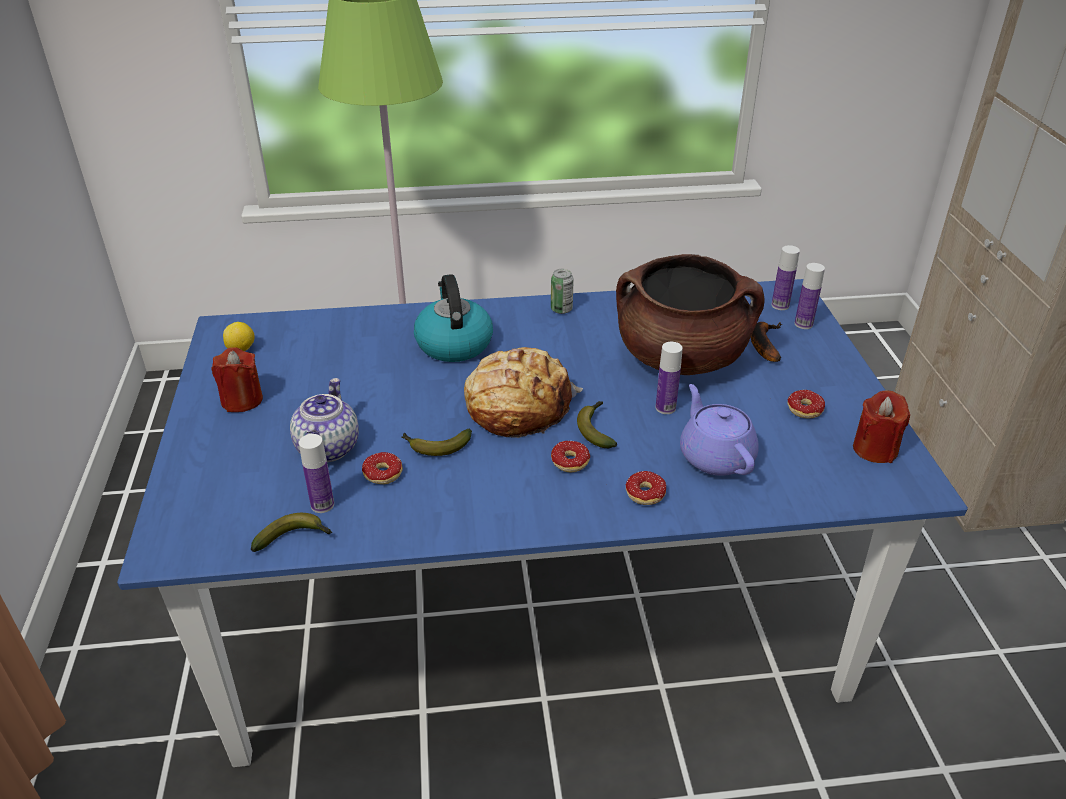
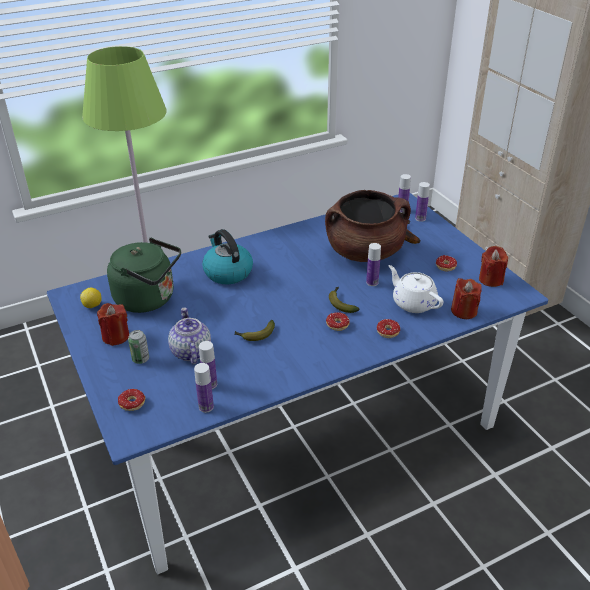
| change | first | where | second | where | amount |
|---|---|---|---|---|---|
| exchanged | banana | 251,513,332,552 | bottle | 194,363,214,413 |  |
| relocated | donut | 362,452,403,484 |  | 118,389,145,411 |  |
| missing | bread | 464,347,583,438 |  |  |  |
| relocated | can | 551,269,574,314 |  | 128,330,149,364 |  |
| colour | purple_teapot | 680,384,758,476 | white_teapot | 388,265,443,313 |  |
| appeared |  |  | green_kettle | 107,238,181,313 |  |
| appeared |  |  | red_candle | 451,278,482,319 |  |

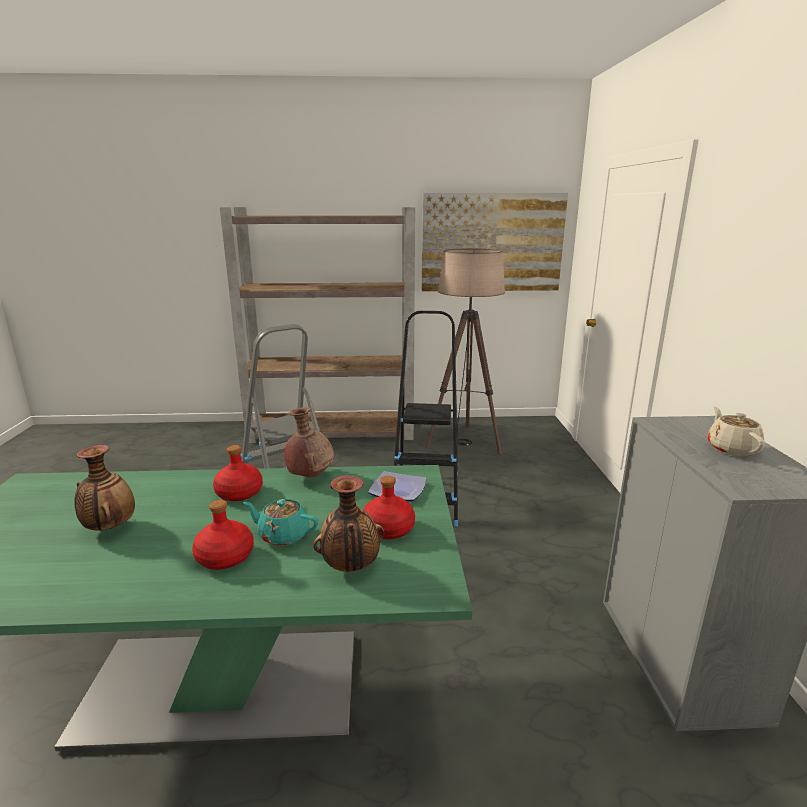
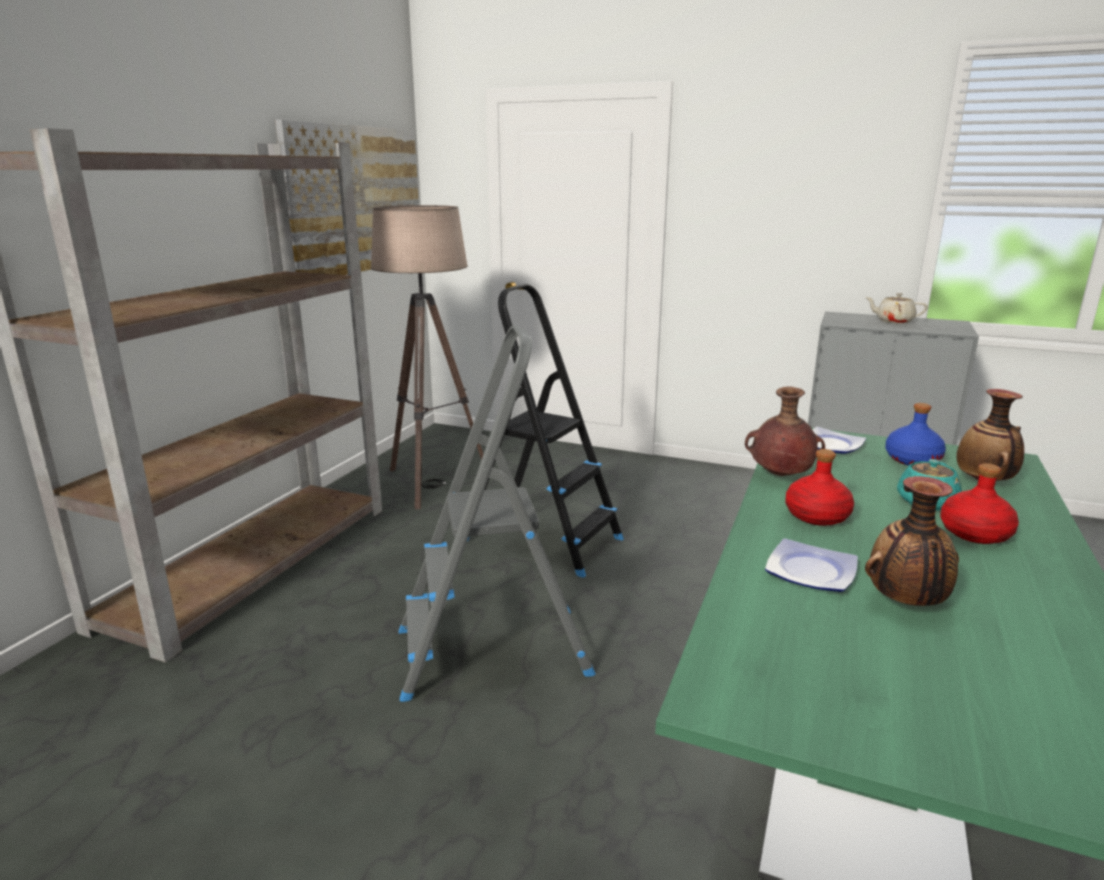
| change | first | where | second | where | amount |
|---|---|---|---|---|---|
| colour | red_bottle | 364,476,415,539 | blue_bottle | 885,403,946,465 |  |
| appeared |  |  | plate | 765,538,858,592 |  |

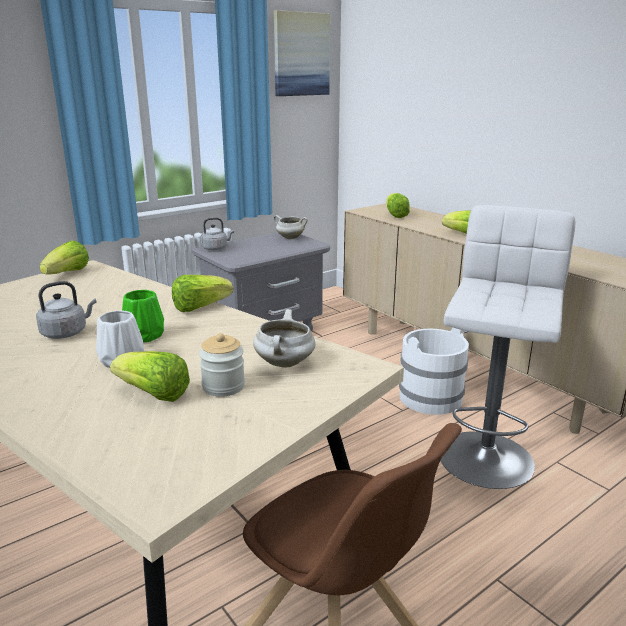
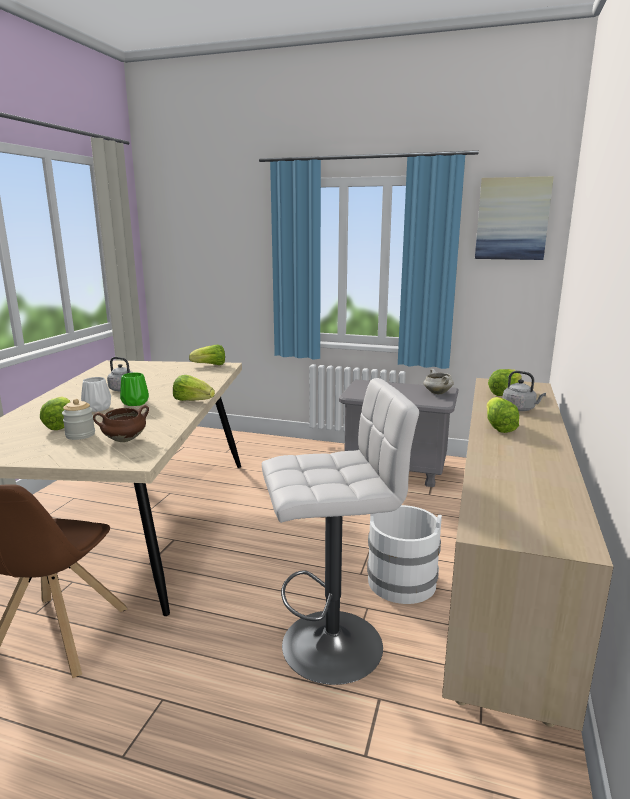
| change | first | where | second | where | amount |
|---|---|---|---|---|---|
| relocated | grey_kettle | 201,217,234,250 |  | 502,371,546,411 |  |
| colour | white_cooking_pot | 253,309,316,368 | brown_cooking_pot | 93,405,149,442 |  |

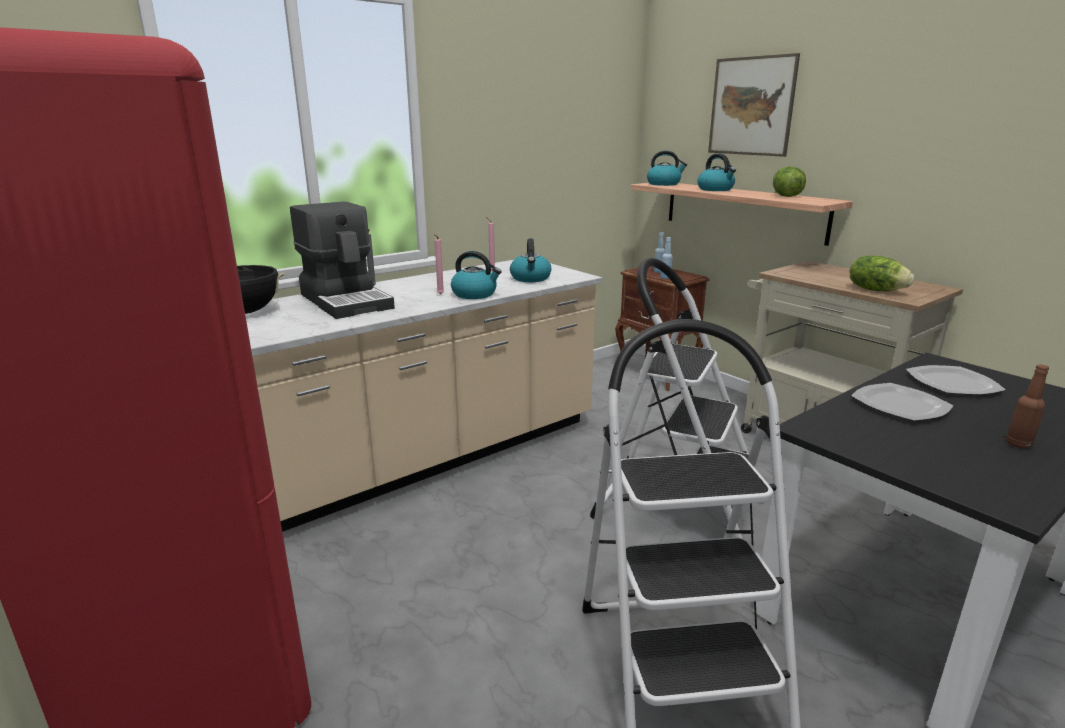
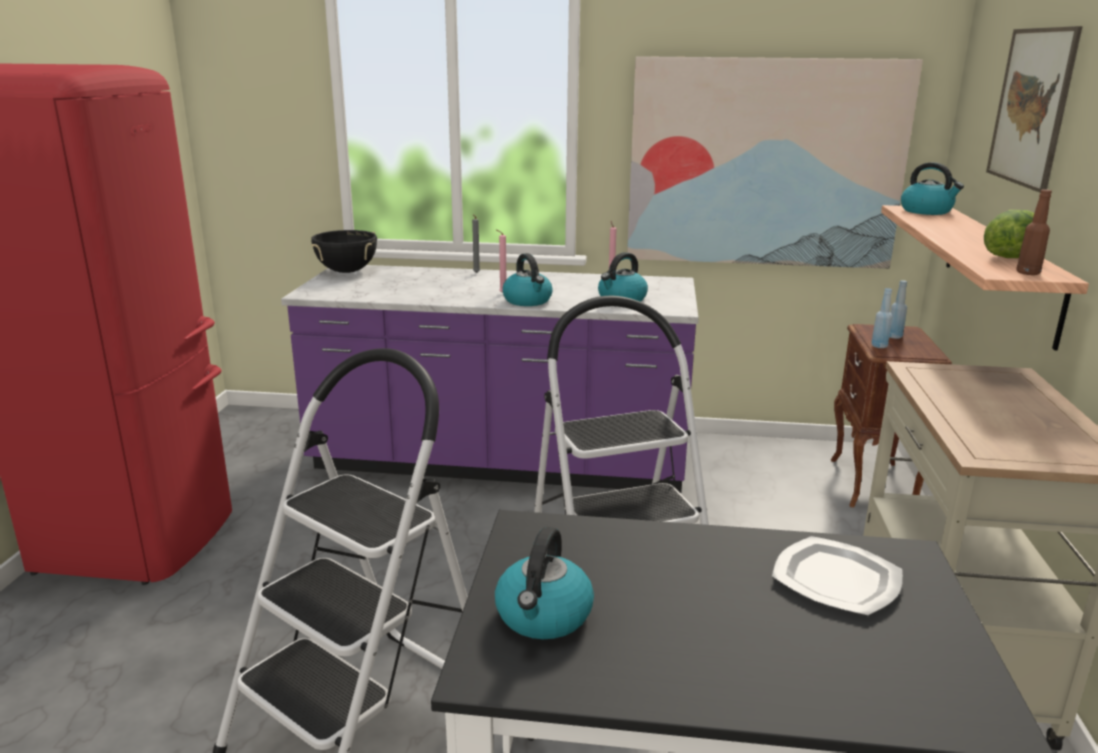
| change | first | where | second | where | amount |
|---|---|---|---|---|---|
| colour | beige_counter | 245,260,602,532 | purple_counter | 281,265,699,493 |  |
| missing | coffee_machine | 290,202,395,319 |  |  |  |
| relocated | kettle | 697,153,736,191 |  | 495,527,594,639 |  |
| missing | lettuce | 850,256,914,291 |  |  |  |
| missing | plate | 851,383,953,421 |  |  |  |
| relocated | brown_bottle | 1006,364,1049,449 |  | 1016,189,1052,275 |  |
| appeared |  |  | picture | 627,56,923,269 |  |

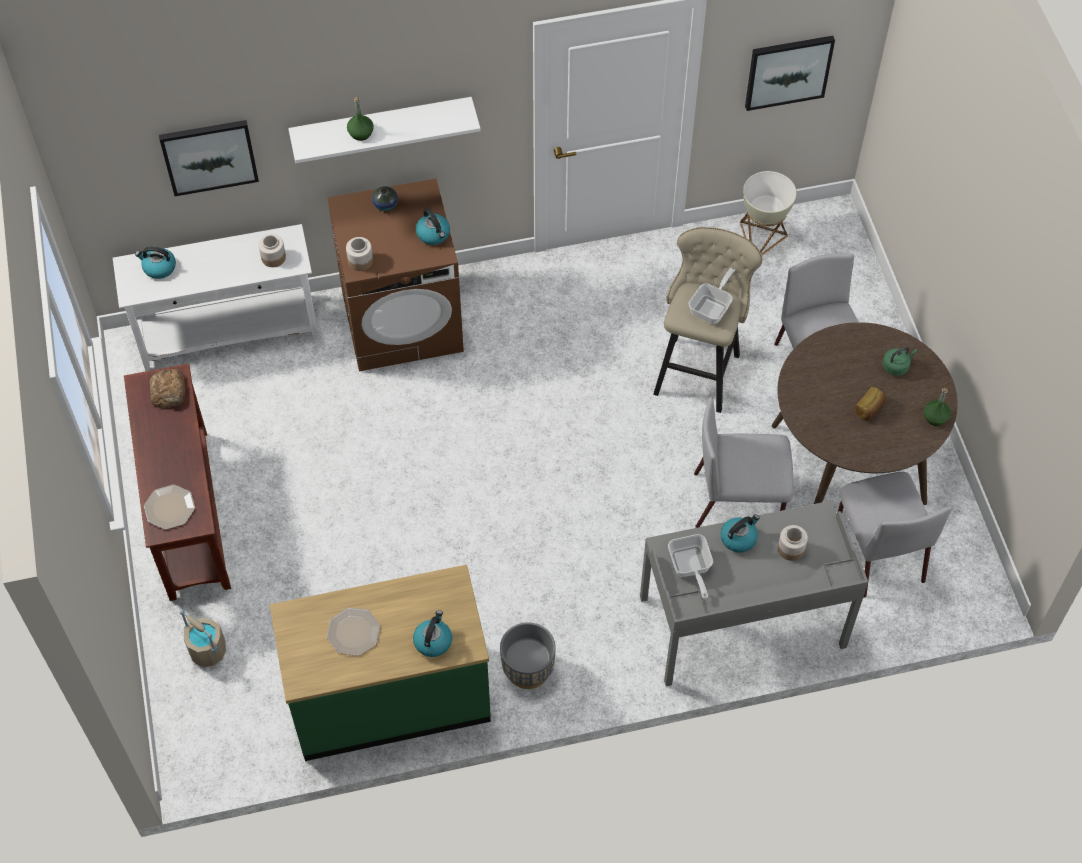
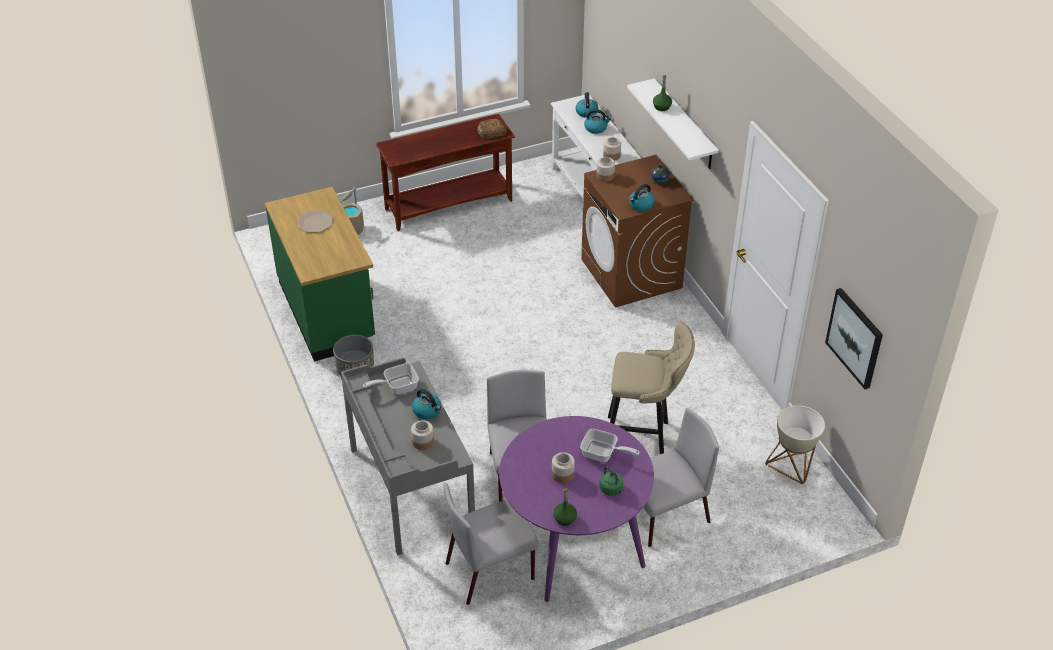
| change | first | where | second | where | amount |
|---|---|---|---|---|---|
| missing | plate | 144,485,195,530 |  |  |  |
| missing | picture | 159,120,259,196 |  |  |  |
| relocated | kettle | 413,610,452,657 |  | 584,109,611,134 |  |
| relocated | frying_pan | 689,268,735,324 |  | 580,429,640,462 |  |
| colour | brown_dining_table | 772,322,958,505 | purple_dining_table | 499,416,654,602 |  |
| exchanged | bread | 855,387,886,420 | jar | 552,452,575,483 |  |

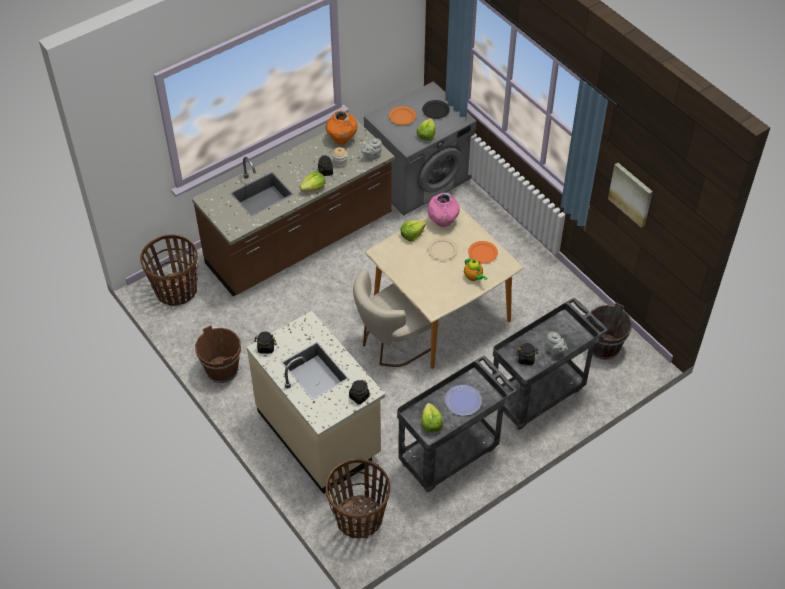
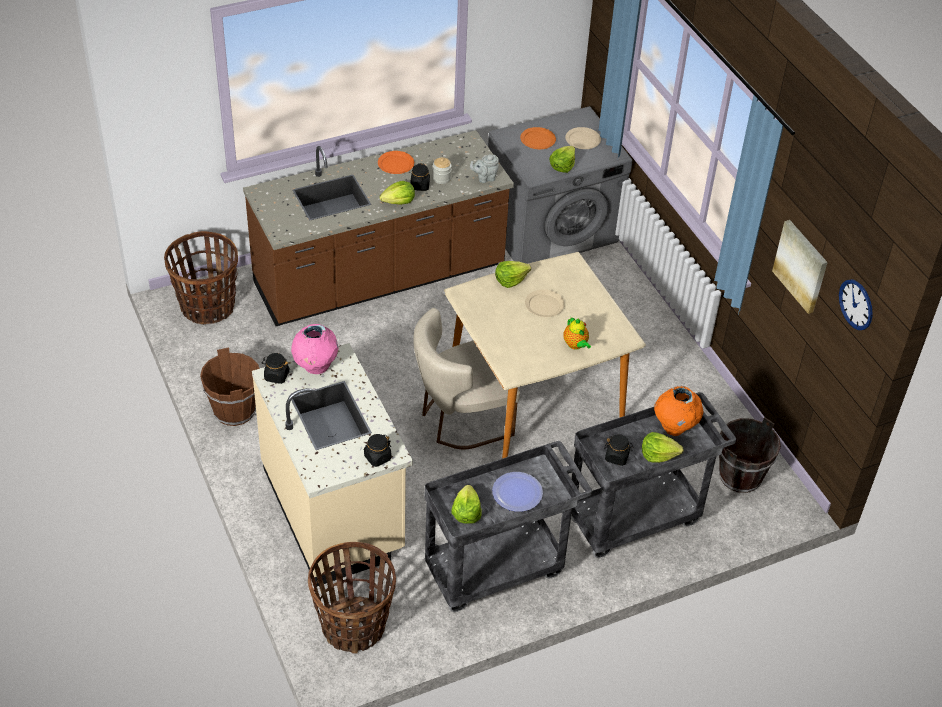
| change | first | where | second | where | amount |
|---|---|---|---|---|---|
| relocated | orange_vase | 325,111,357,145 |  | 654,386,704,436 |  |
| colour | black_plate | 422,100,450,119 | beige_plate | 565,127,601,149 |  |
| relocated | pink_vase | 427,193,460,227 |  | 291,324,338,374 |  |
| relocated | orange_plate | 468,241,498,264 |  | 378,151,414,174 |  |
| exchanged | grey_teapot | 545,332,568,356 | lettuce | 642,432,684,463 |  |
| appeared |  |  | wall_clock | 839,279,873,330 |  |

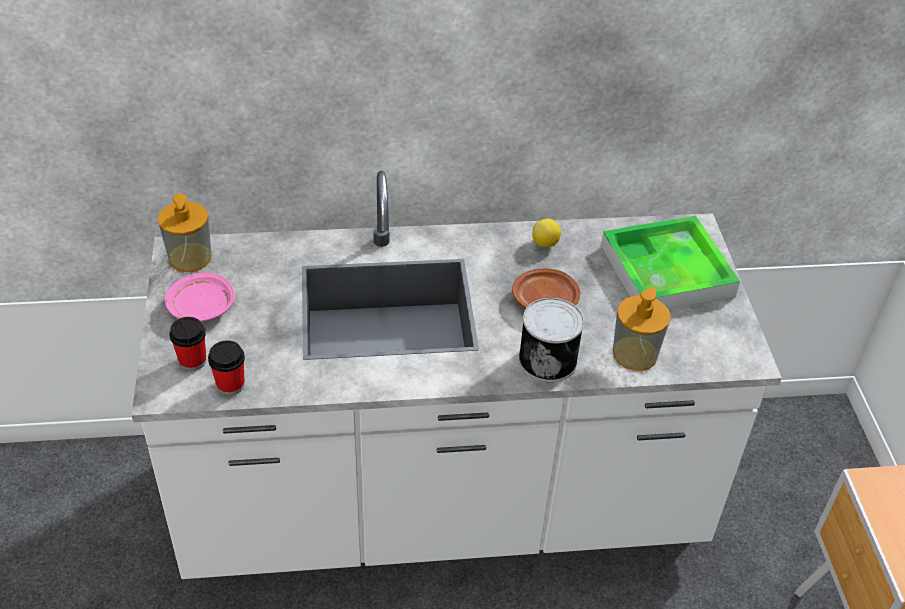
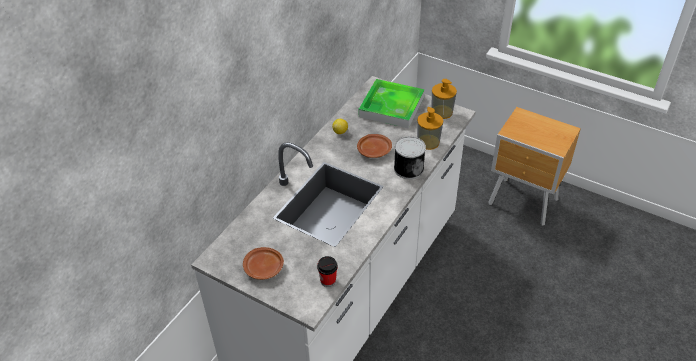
| change | first | where | second | where | amount |
|---|---|---|---|---|---|
| relocated | soap_dispenser | 158,194,212,272 |  | 432,79,457,119 |  |
| colour | pink_plate | 165,273,235,321 | brown_plate | 243,247,284,280 |  |
| missing | cup | 169,317,206,371 |  |  |  |

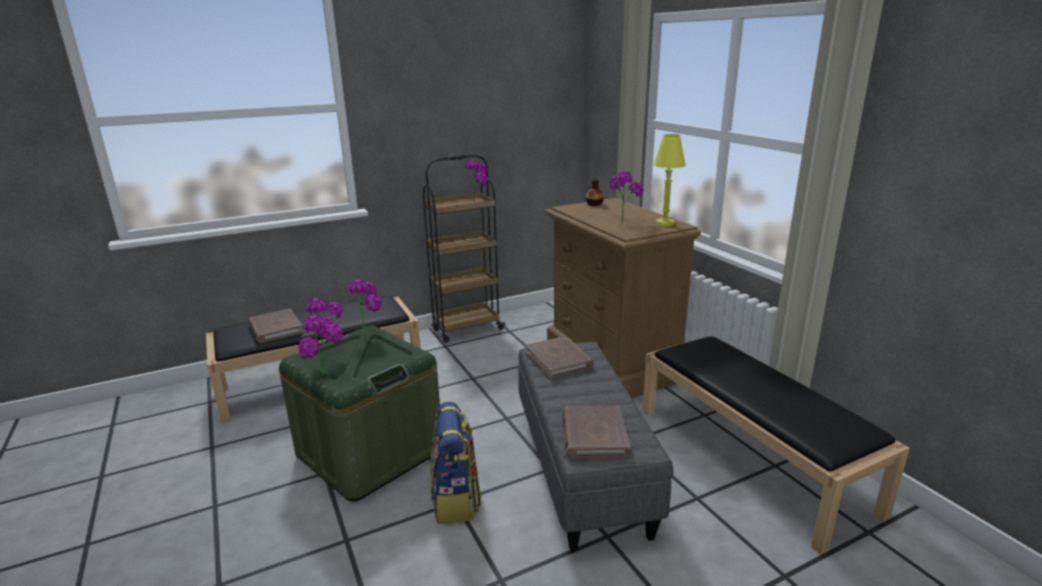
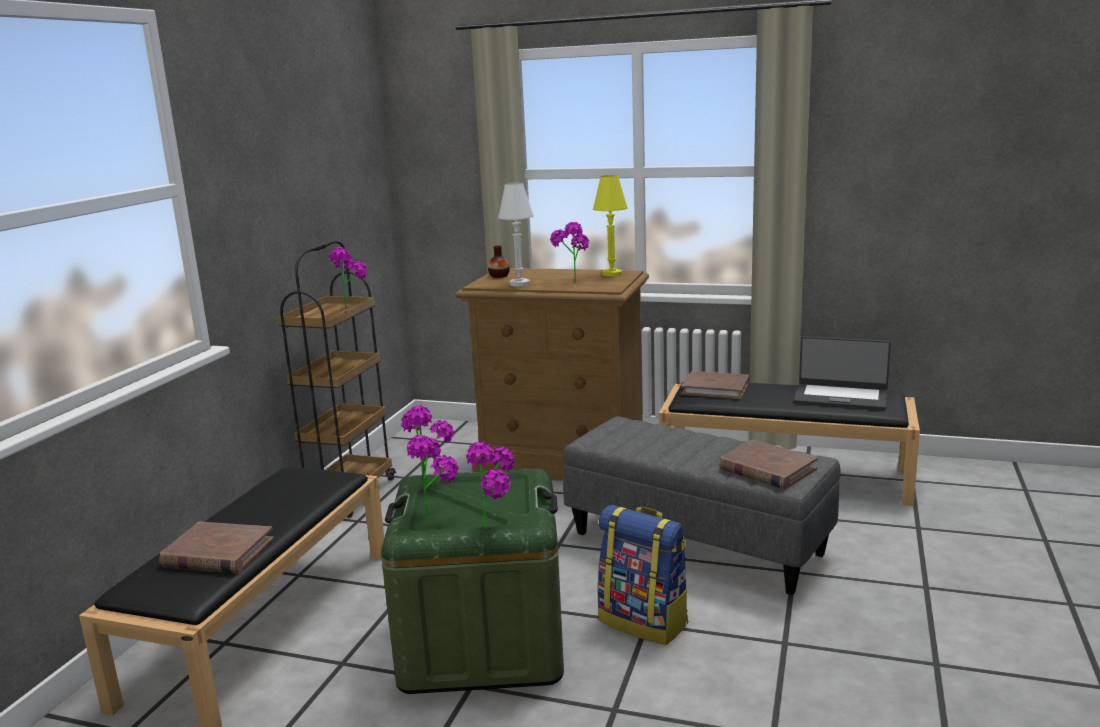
| change | first | where | second | where | amount |
|---|---|---|---|---|---|
| relocated | brown_book | 525,336,594,379 |  | 681,371,749,399 |  |
| appeared |  |  | white_table_lamp | 498,182,534,287 |  |
| appeared |  |  | laptop | 794,336,891,410 |  |

